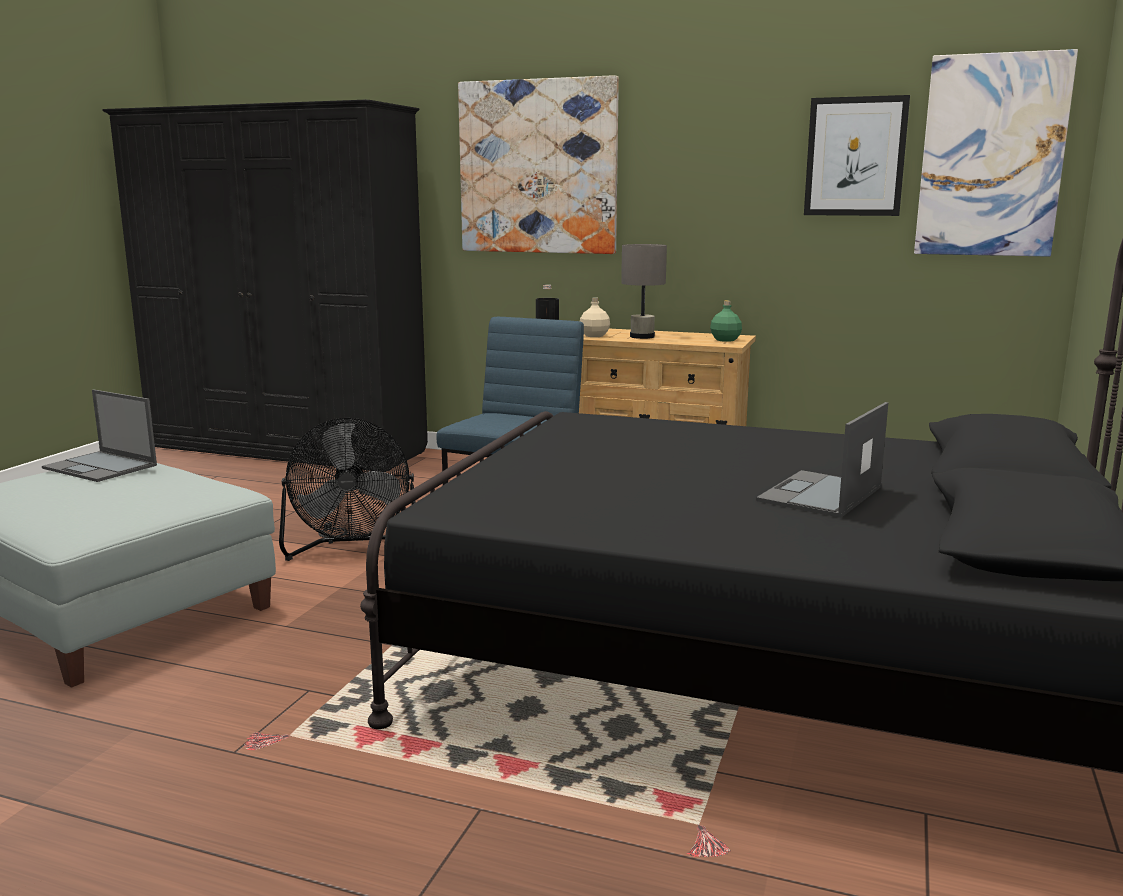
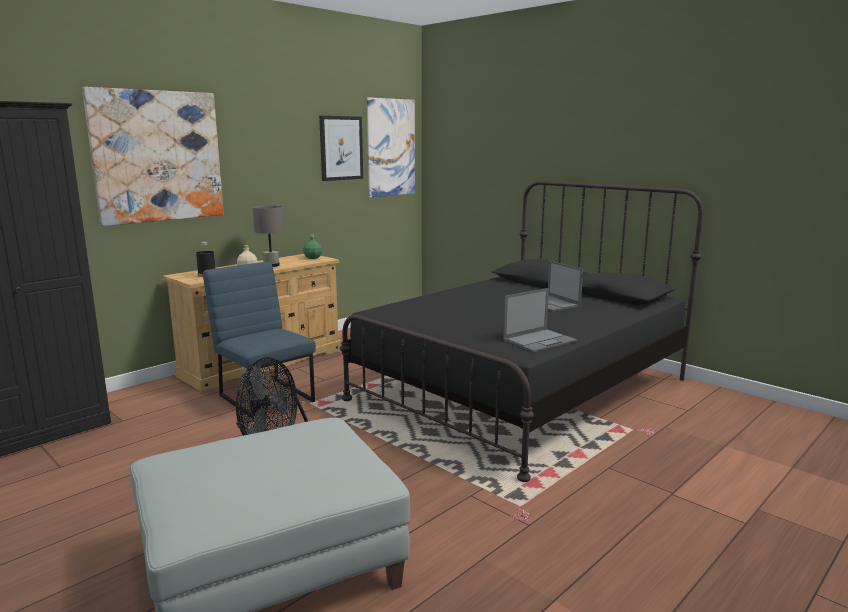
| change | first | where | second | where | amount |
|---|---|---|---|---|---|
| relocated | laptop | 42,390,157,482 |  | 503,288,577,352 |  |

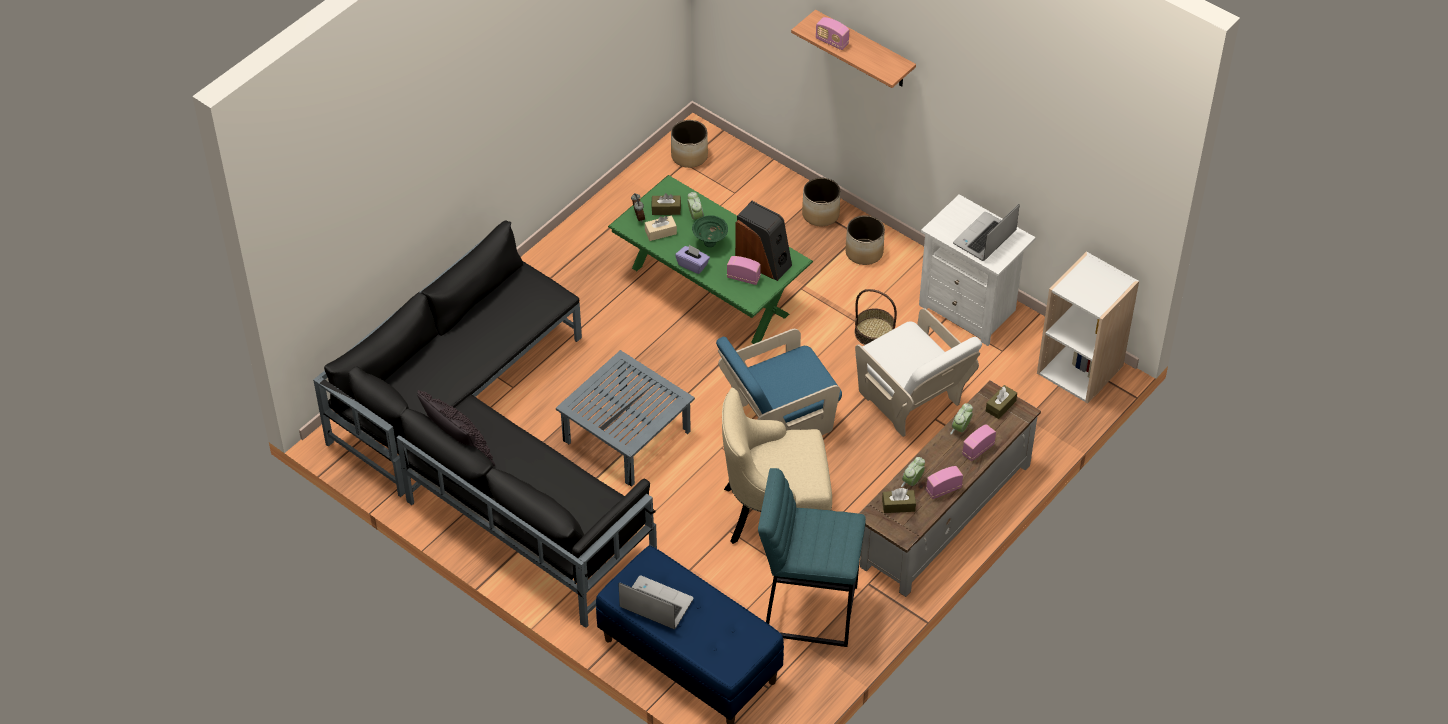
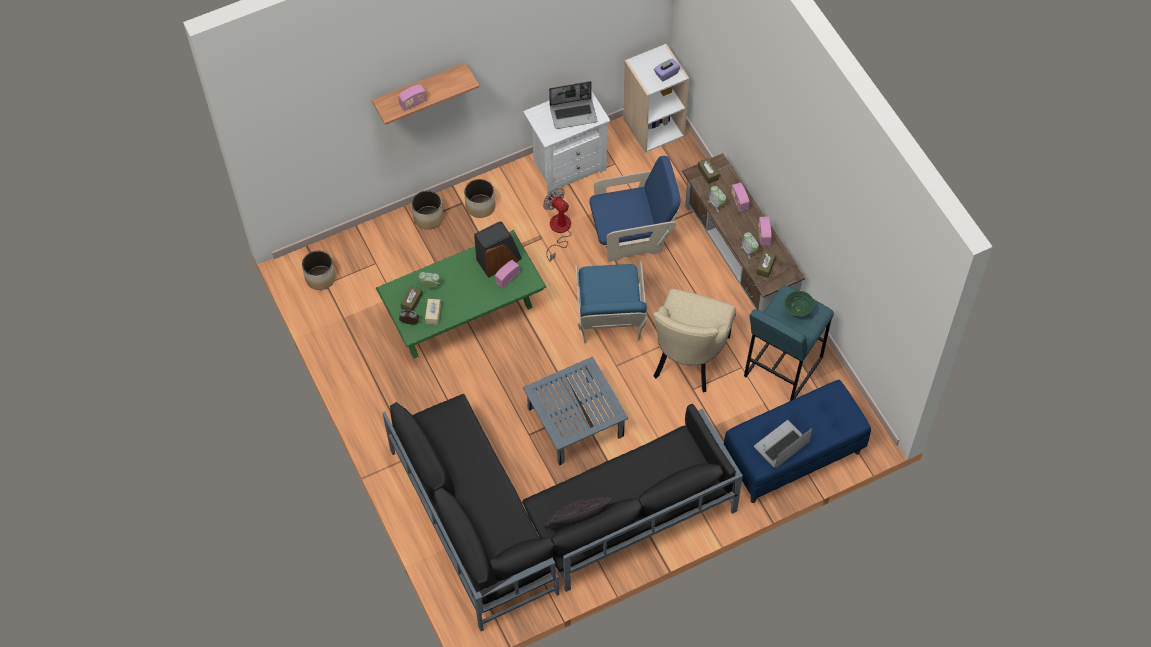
| change | first | where | second | where | amount |
|---|---|---|---|---|---|
| relocated | purple_tissue_box | 675,245,710,274 |  | 654,59,681,81 |  |
| relocated | green_bowl | 692,215,728,247 |  | 784,291,815,317 |  |
| exchanged | basket | 854,289,897,345 | fan | 543,188,571,261 |  |
| colour | white_armchair | 855,308,982,437 | blue_armchair | 589,156,681,262 |  |
| spun | laptop | 953,204,1020,261 |  | 549,81,597,129 | 75 degrees counterclockwise |

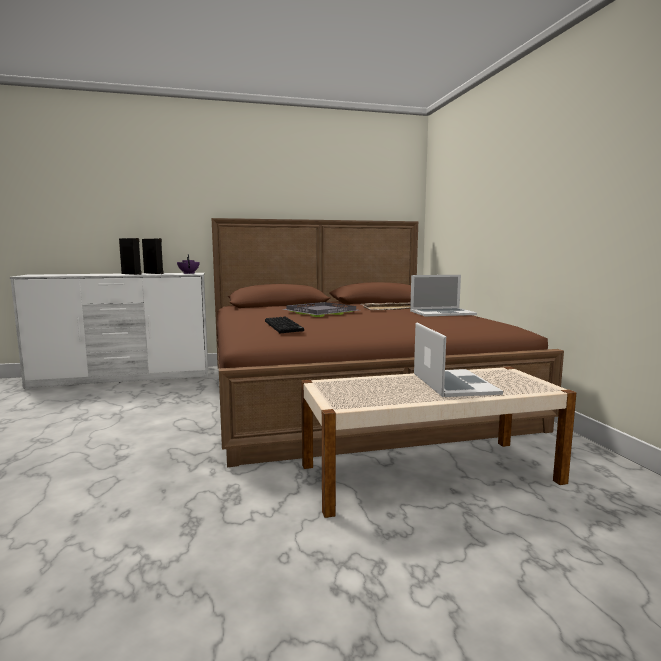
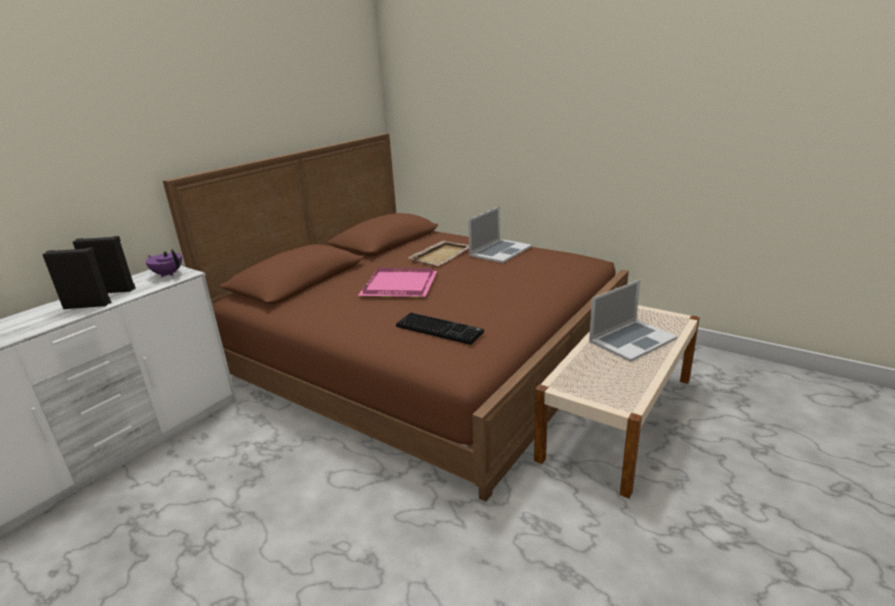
| change | first | where | second | where | amount |
|---|---|---|---|---|---|
| colour | grey_tray | 283,302,358,317 | pink_tray | 358,268,437,298 |  |
| spun | laptop | 414,323,503,397 |  | 589,280,677,362 | 105 degrees clockwise |

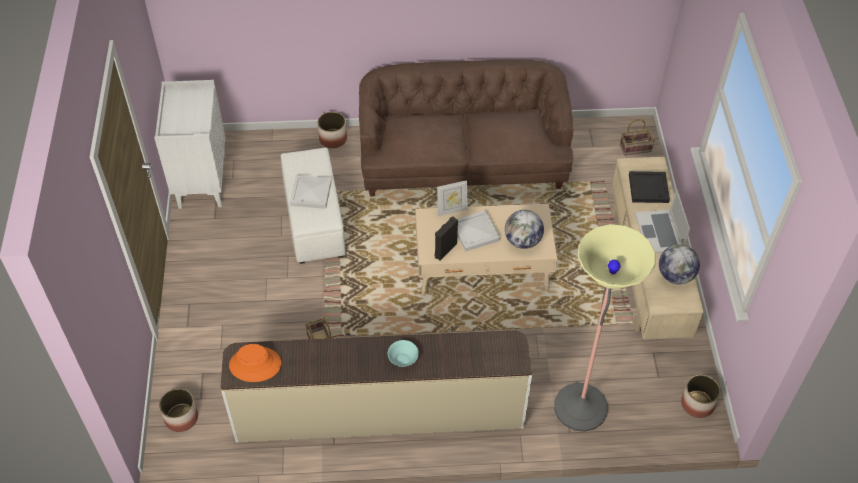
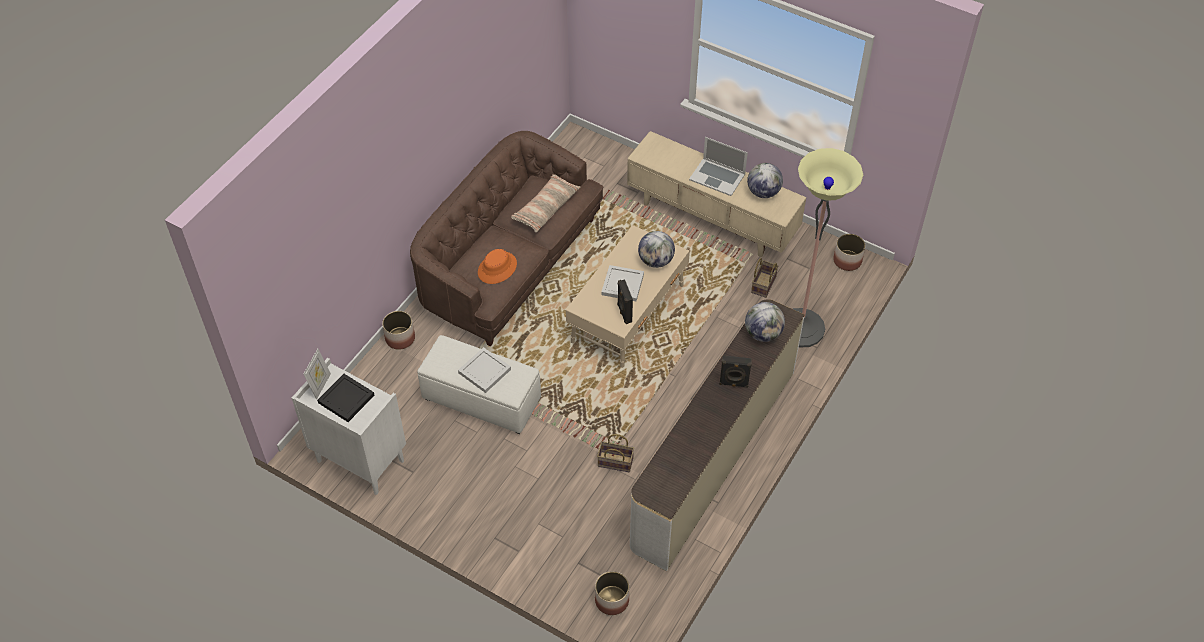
| change | first | where | second | where | amount |
|---|---|---|---|---|---|
| relocated | orange_hat | 229,344,281,382 |  | 478,249,517,284 |  |
| exchanged | turquoise_bowl | 388,340,419,367 | black_speaker | 719,356,752,388 |  |
| relocated | picture_frame | 437,180,468,216 |  | 303,349,331,399 |  |
| relocated | basket | 620,119,655,156 |  | 751,258,778,298 |  |
| relocated | black_tray | 629,171,670,203 |  | 317,374,375,422 |  |
| appeared |  |  | pillow | 511,174,581,233 |  |
| appeared |  |  | globe | 745,302,785,342 |  |

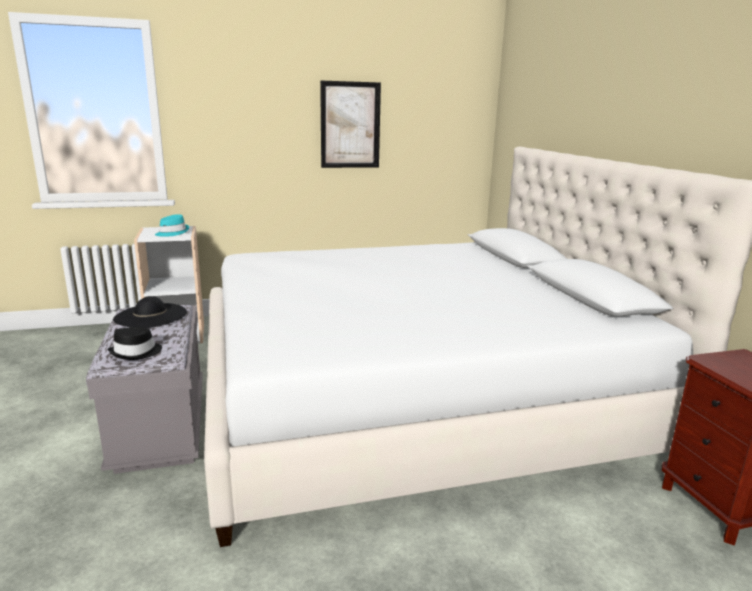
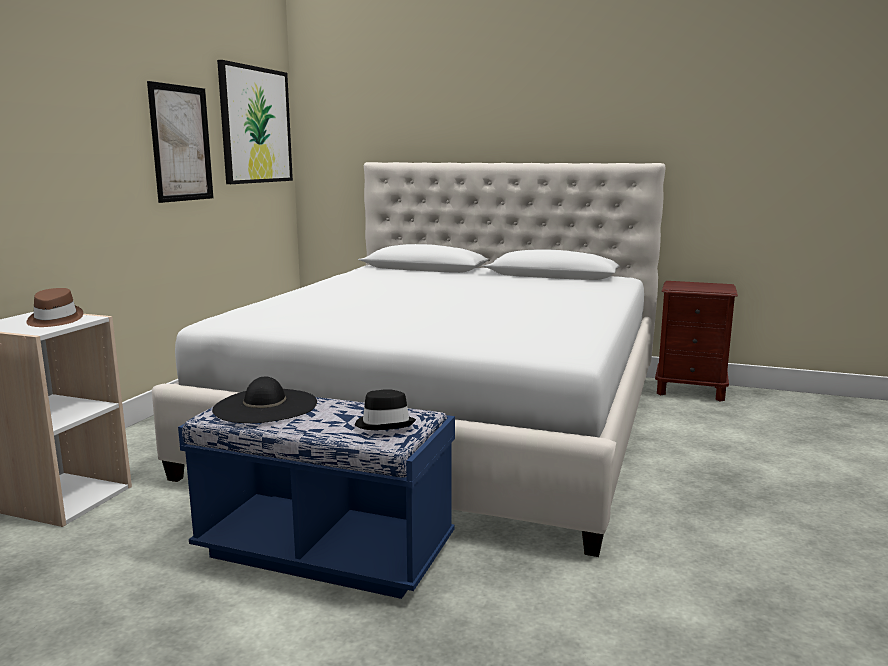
| change | first | where | second | where | amount |
|---|---|---|---|---|---|
| colour | grey_bench | 86,305,203,474 | blue_bench | 178,397,455,599 |  |
| colour | turquoise_hat | 155,214,189,237 | brown_hat | 26,288,83,327 |  |
| appeared |  |  | picture | 217,60,293,184 |  |

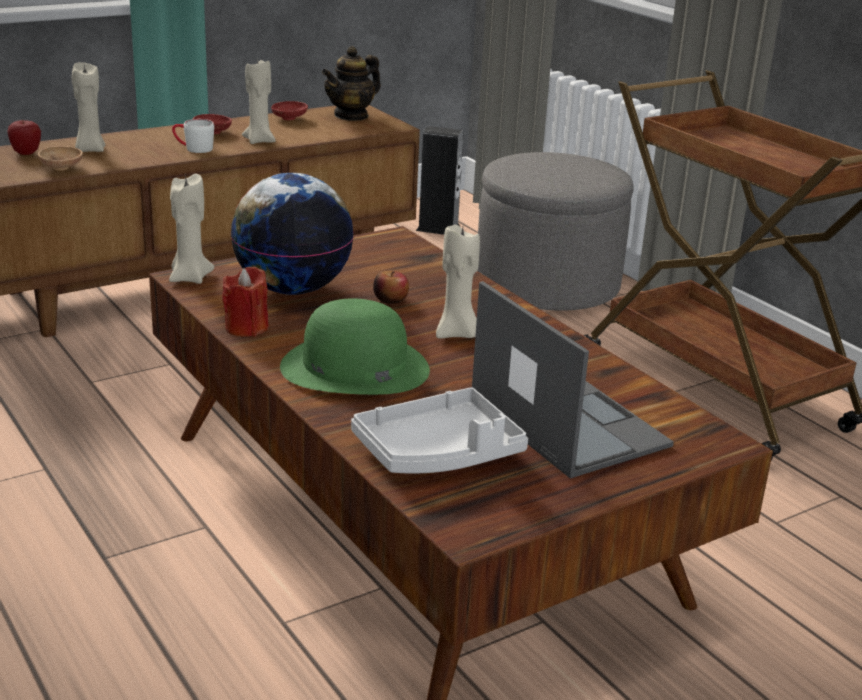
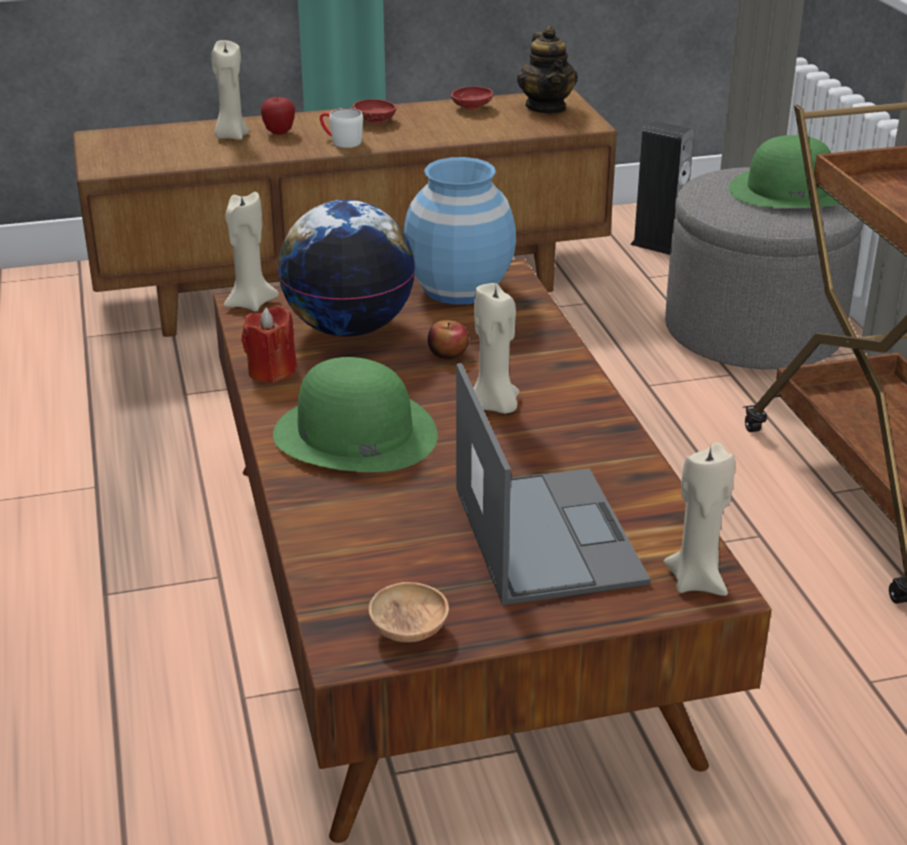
| change | first | where | second | where | amount |
|---|---|---|---|---|---|
| relocated | apple | 7,119,41,155 |  | 261,97,295,134 |  |
| relocated | brown_bowl | 38,146,83,171 |  | 369,582,449,642 |  |
| relocated | beige_candle | 242,58,276,144 |  | 664,443,735,596 |  |
| spun | teapot | 322,46,381,121 |  | 517,26,578,114 | 75 degrees counterclockwise |
| missing | grey_tray | 351,387,528,473 |  |  |  |
| appeared |  |  | blue_vase | 404,157,516,305 |  |
| appeared |  |  | green_hat | 729,135,840,208 |  |

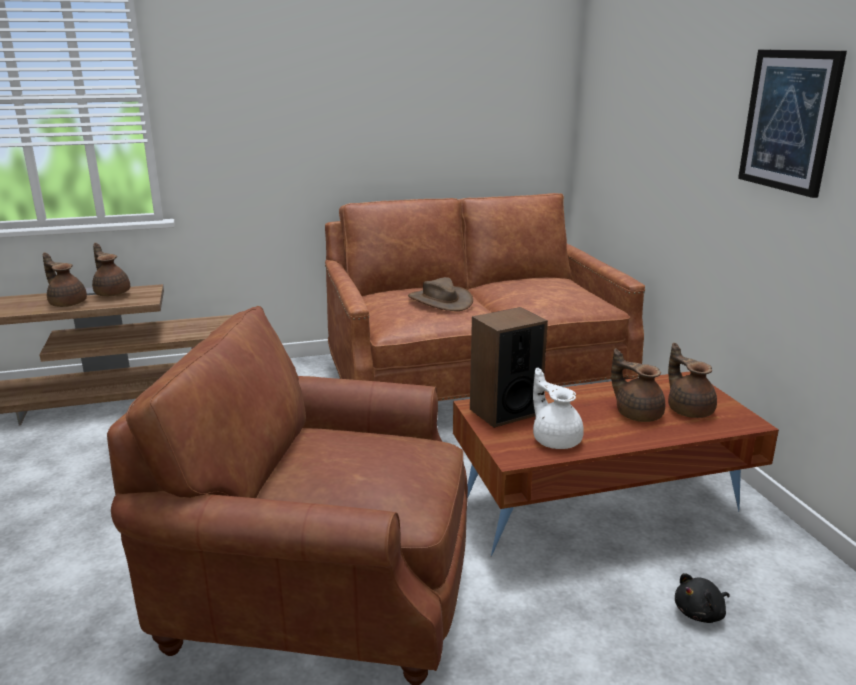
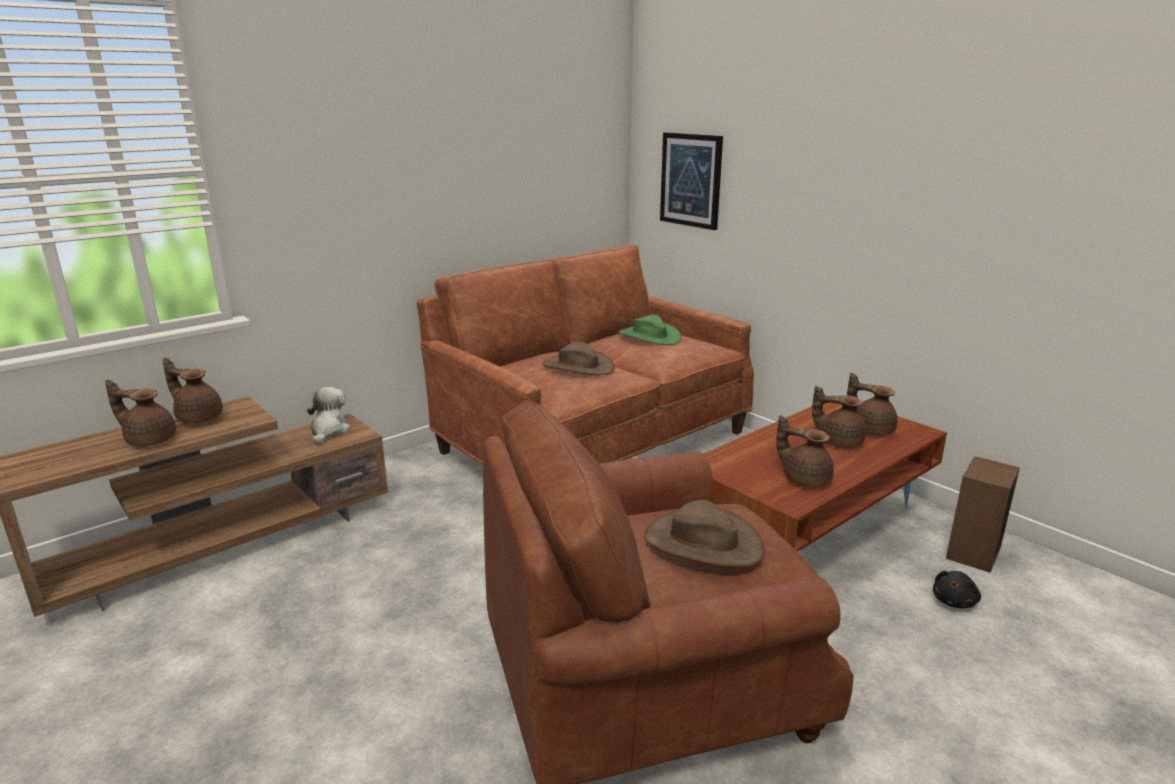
| change | first | where | second | where | amount |
|---|---|---|---|---|---|
| relocated | speaker | 470,307,548,428 |  | 946,456,1020,573 |  |
| colour | white_teapot | 533,368,584,449 | brown_teapot | 776,415,834,488 |  |
| relocated | picture | 738,50,847,198 |  | 660,132,723,230 |  |
| appeared |  |  | plush_toy | 307,387,350,445 |  |
| appeared |  |  | green_hat | 619,315,682,345 |  |
| appeared |  |  | brown_hat | 644,500,765,568 |  |

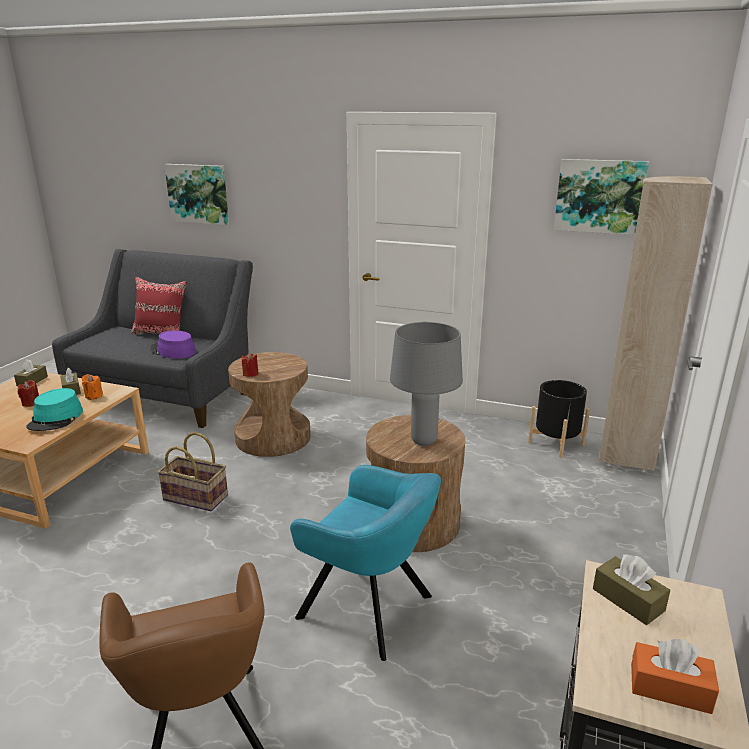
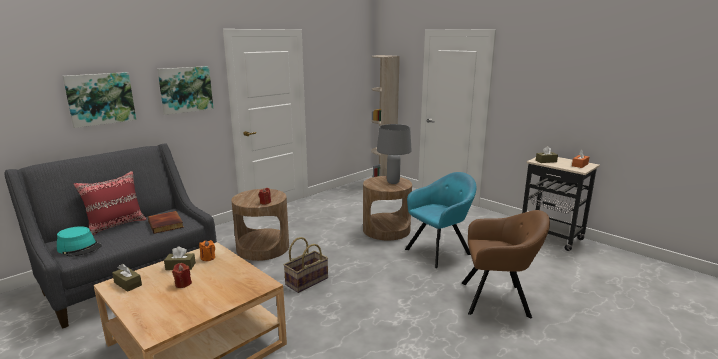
| change | first | where | second | where | amount |
|---|---|---|---|---|---|
| relocated | turquoise_hat | 26,388,83,431 |  | 57,226,102,257 |  |
| exchanged | purple_hat | 150,330,196,359 | book | 148,211,184,234 |  |
| missing | black_planter | 528,380,590,458 |  |  |  |
| relocated | picture | 554,159,649,235 |  | 157,66,213,115 |  |

